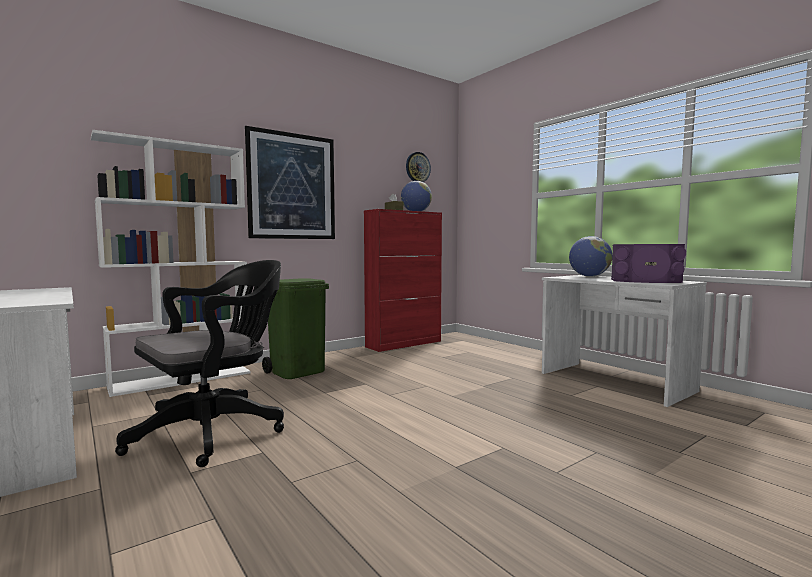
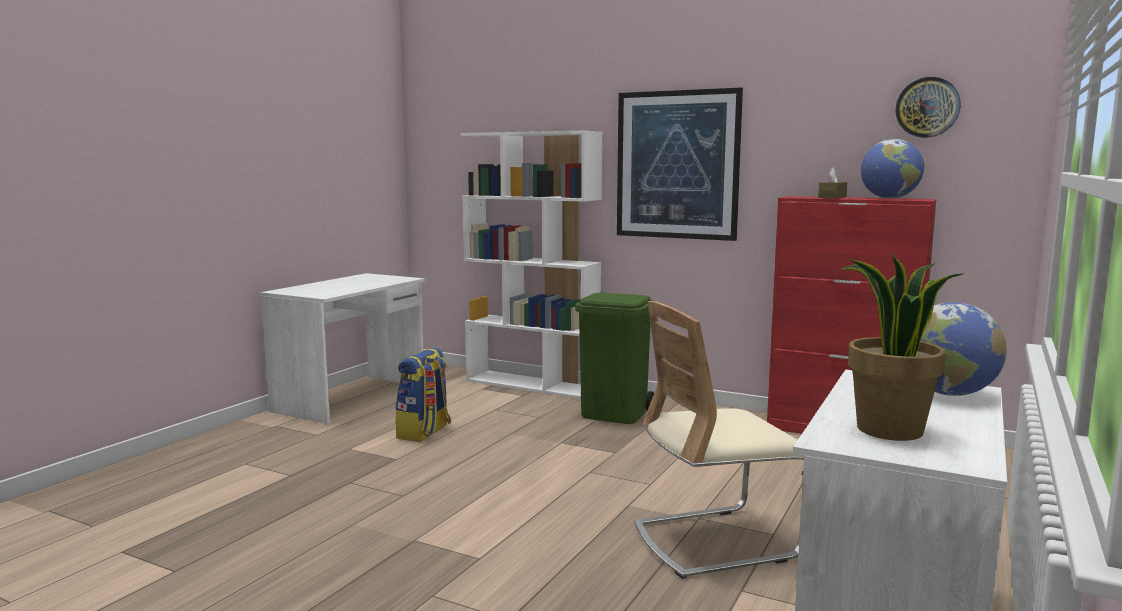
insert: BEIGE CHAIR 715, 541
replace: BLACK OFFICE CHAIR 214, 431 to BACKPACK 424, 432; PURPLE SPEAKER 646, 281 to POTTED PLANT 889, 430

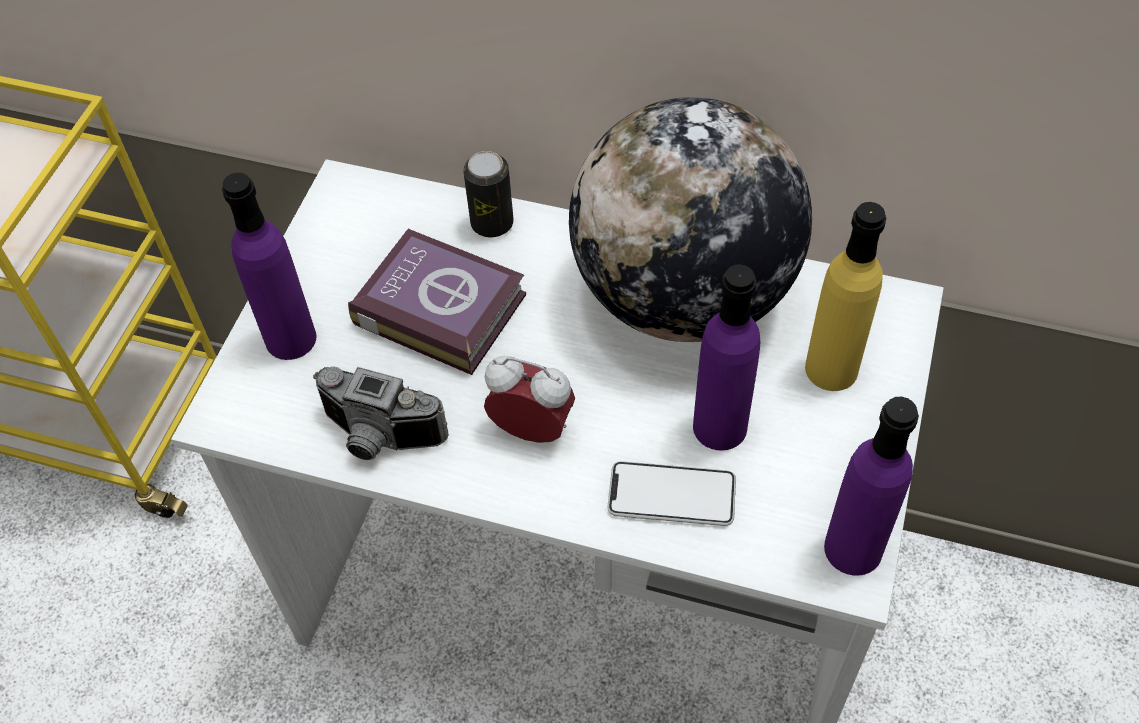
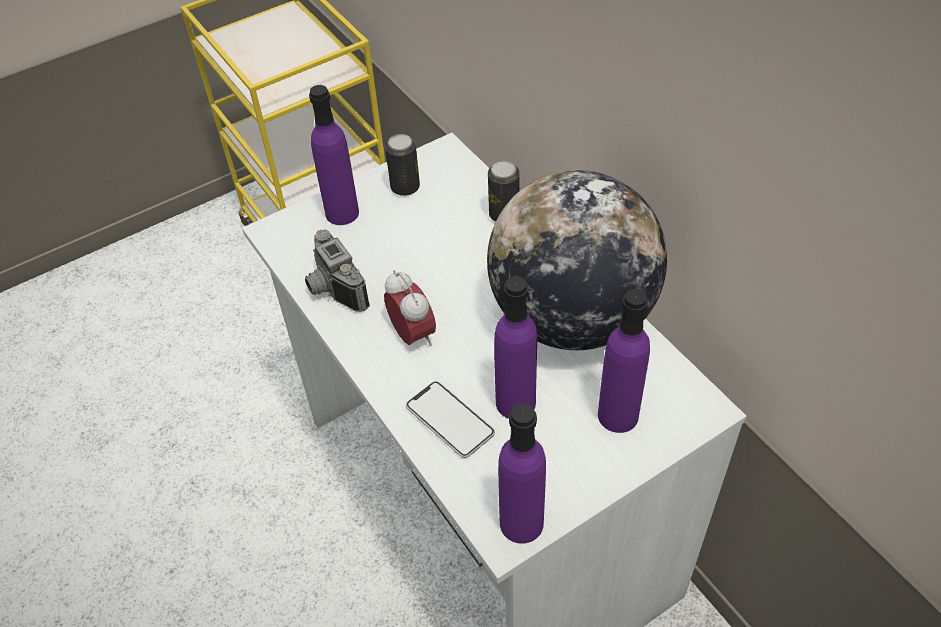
delete: BOOK 438, 306
insert: CAN 405, 187
recolor: YELLOW BOTTLE 831, 369 to PURPLE BOTTLE 618, 415

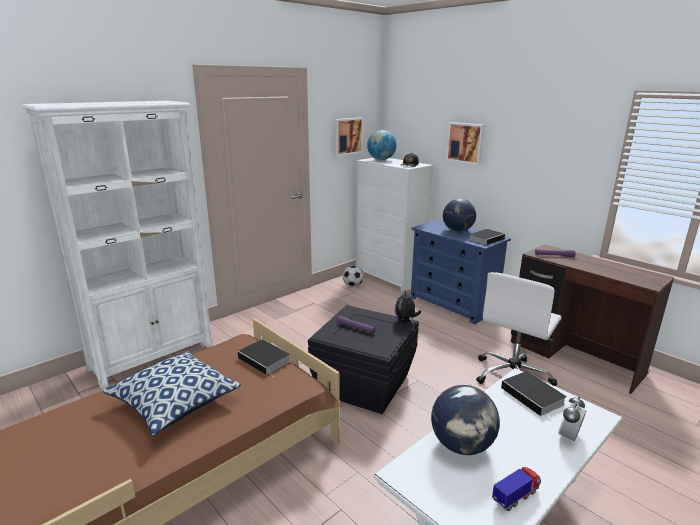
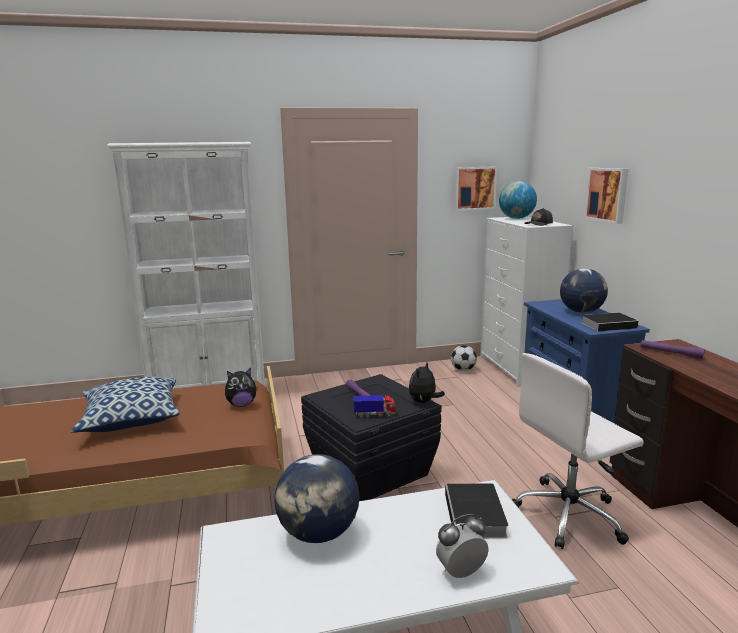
move: TOY TRUCK 515, 496 to 374, 415
replace: BOOK 265, 360 to PLUSH TOY 241, 404

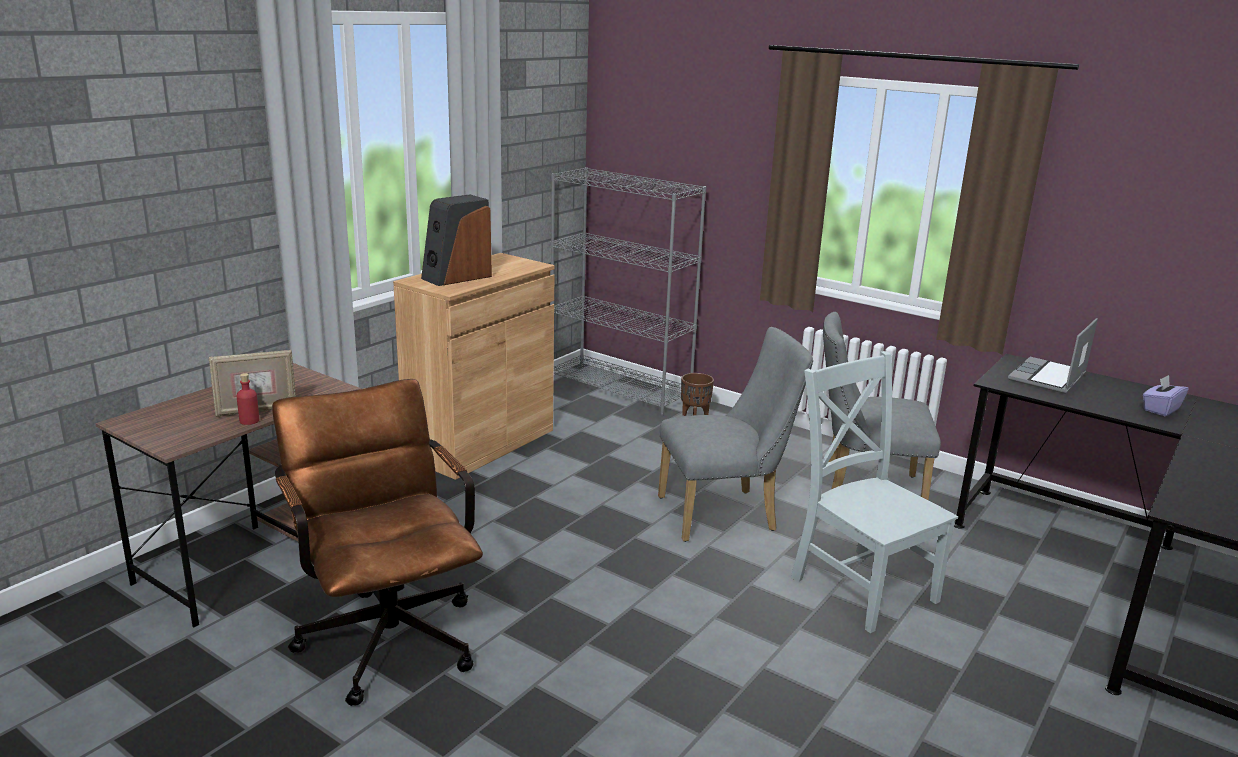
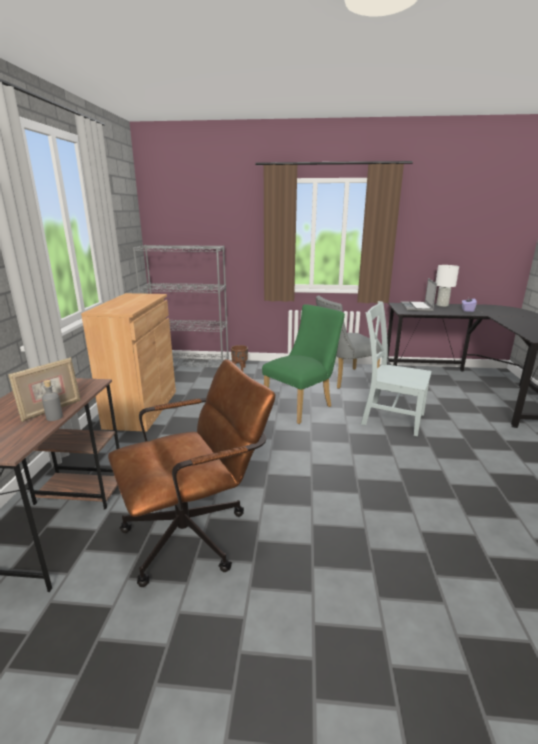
delete: SPEAKER 456, 277
insert: WHITE TABLE LAMP 441, 305
recolor: RED BOTTLE 249, 421 to GREY BOTTLE 54, 417; GREY CHAIR 725, 514 to GREEN CHAIR 302, 406
rotate: BROWN OFFICE CHAIR 386, 632 = 196, 532 120 degrees clockwise

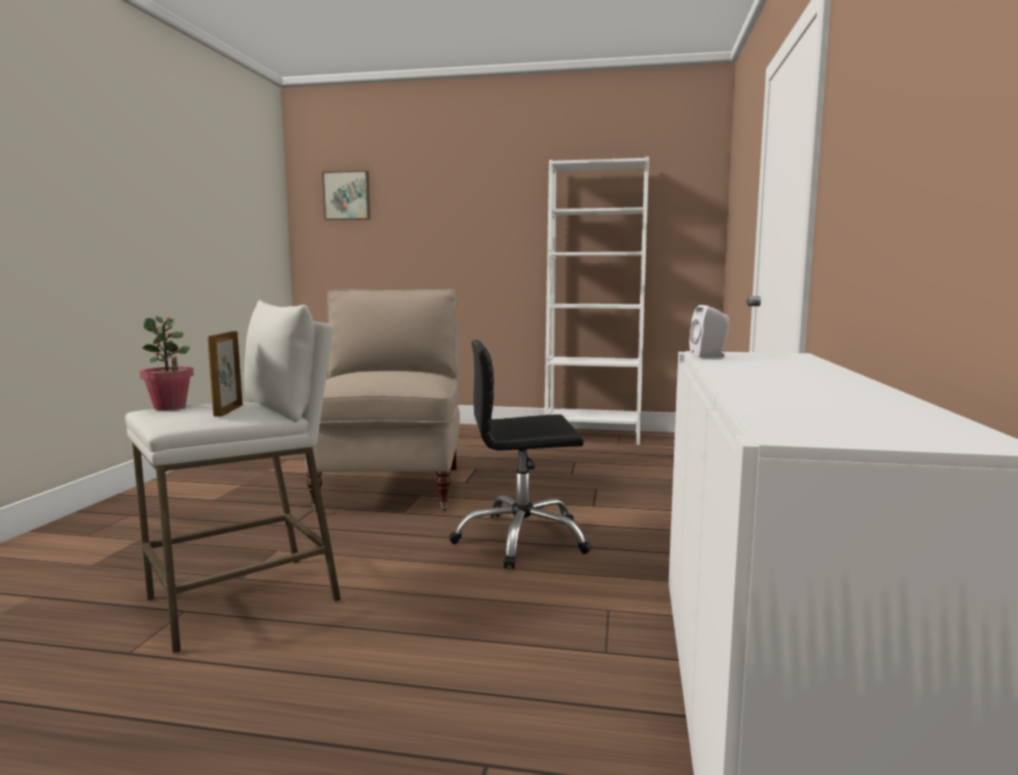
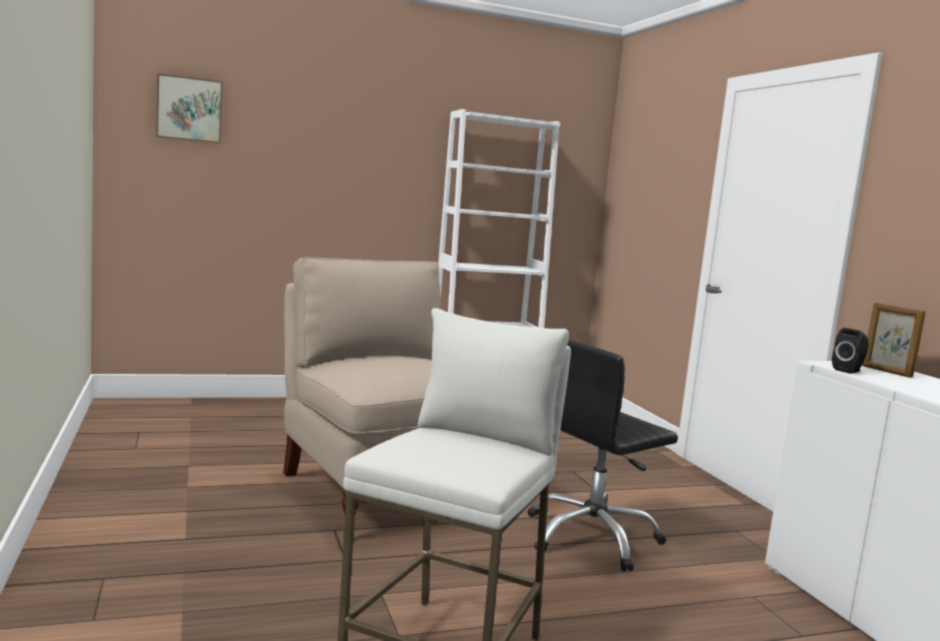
delete: POTTED PLANT 170, 407
move: PICTURE FRAME 228, 411 to 886, 371
recolor: WHITE SPEAKER 710, 356 to BLACK SPEAKER 849, 371

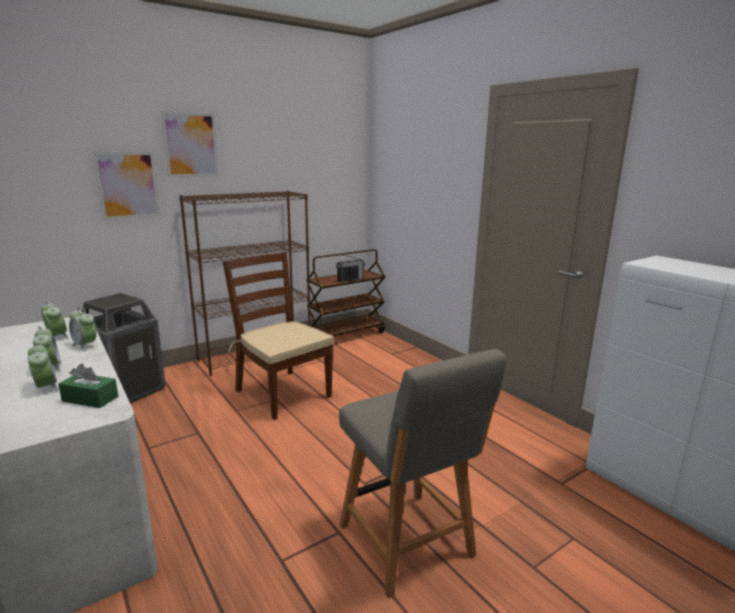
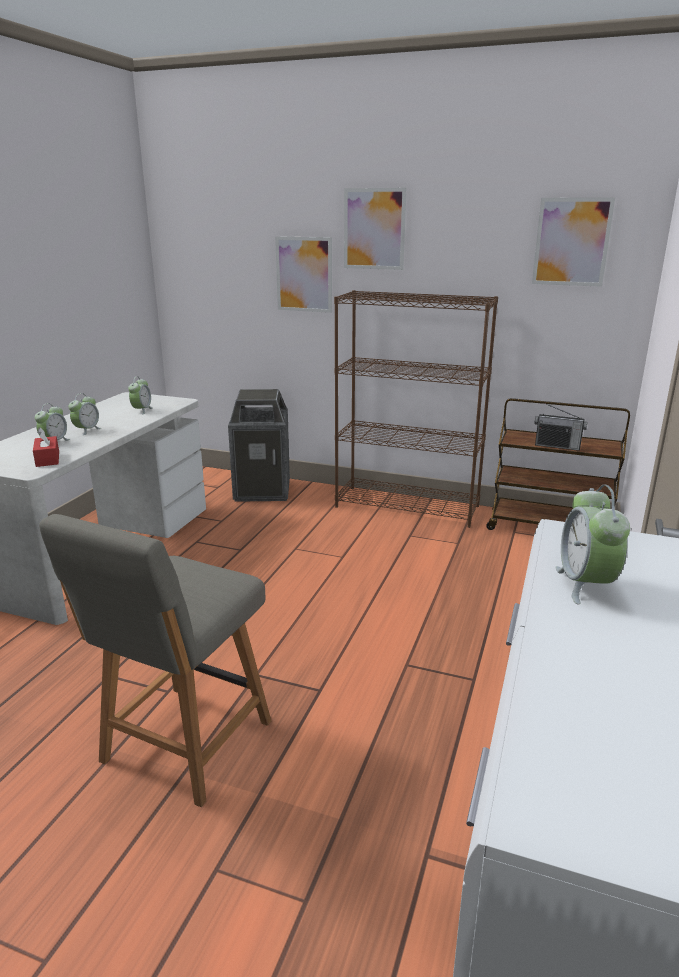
delete: BROWN CHAIR 282, 393
insert: PICTURE 571, 242
move: ALARM CLOCK 85, 345 to 585, 584
recolor: GREEN TISSUE BOX 90, 399 to RED TISSUE BOX 47, 459

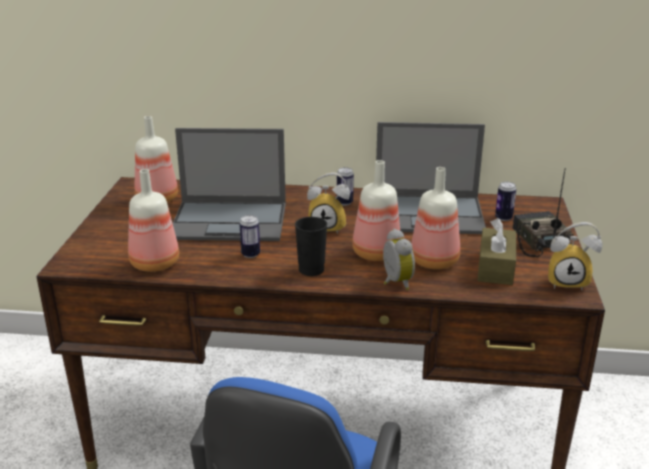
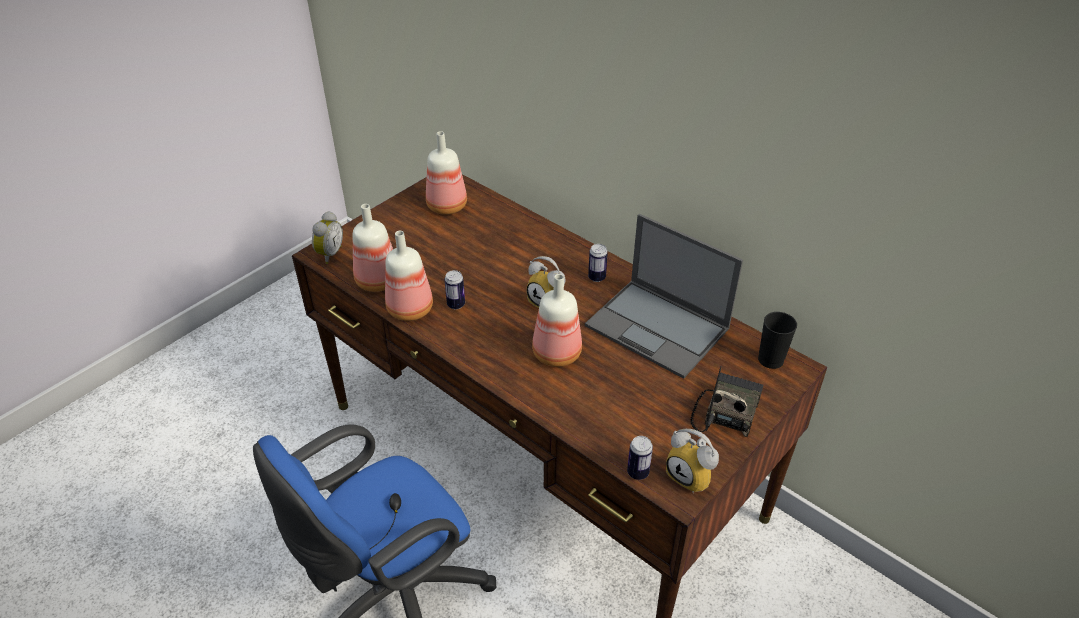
delete: LAPTOP 230, 221; BROWN TISSUE BOX 495, 267
move: ALARM CLOCK 395, 282 to 329, 254; BOTTLE 435, 261 to 411, 309; CAN 503, 218 to 638, 472; BLACK CUP 311, 270 to 770, 360

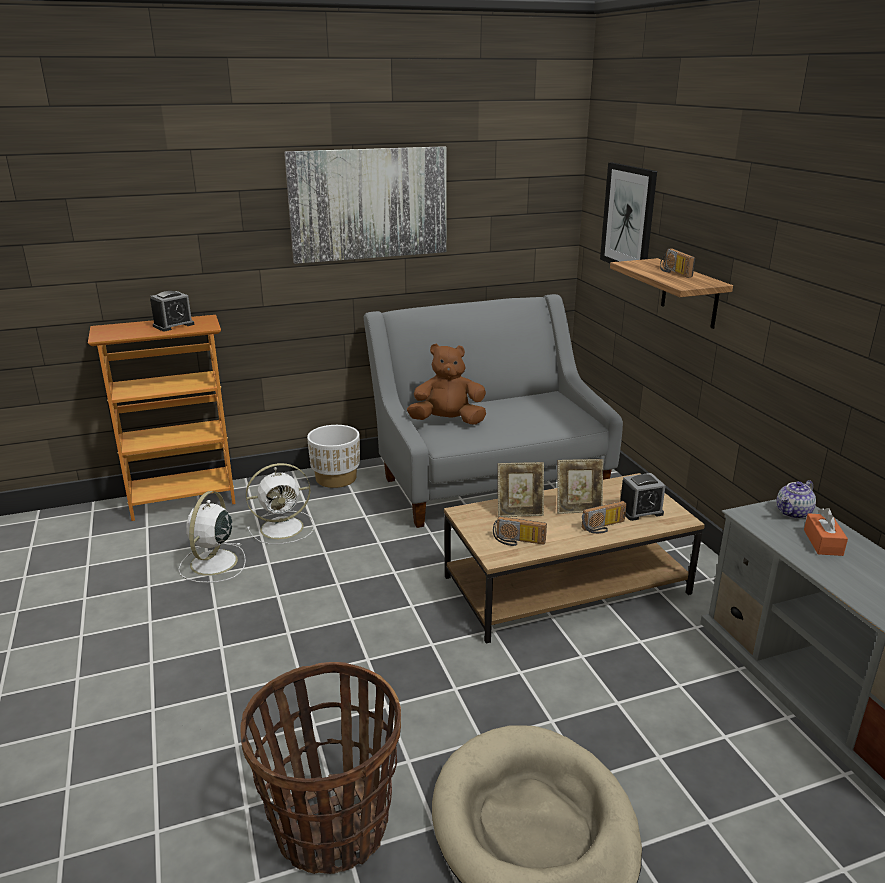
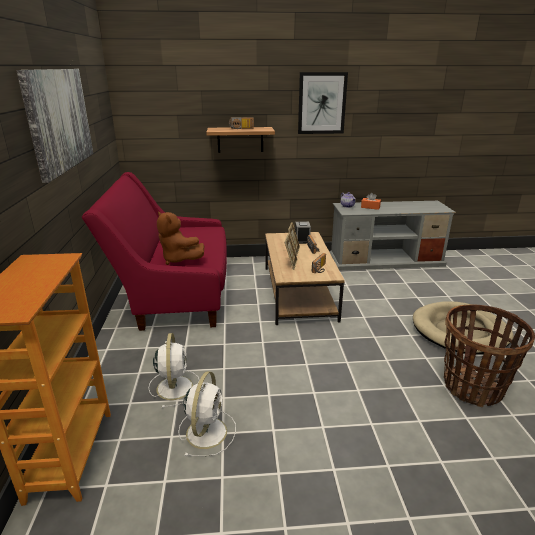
delete: ALARM CLOCK 173, 325; WHITE PLANTER 336, 478
move: PICTURE 628, 218 to 322, 103
recolor: GREY SOFA 489, 479 to RED SOFA 175, 293
rotate: BROWN PLUSH TOY 448, 421 = 179, 259 60 degrees counterclockwise; WHITE FAN 213, 564 = 207, 431 105 degrees counterclockwise

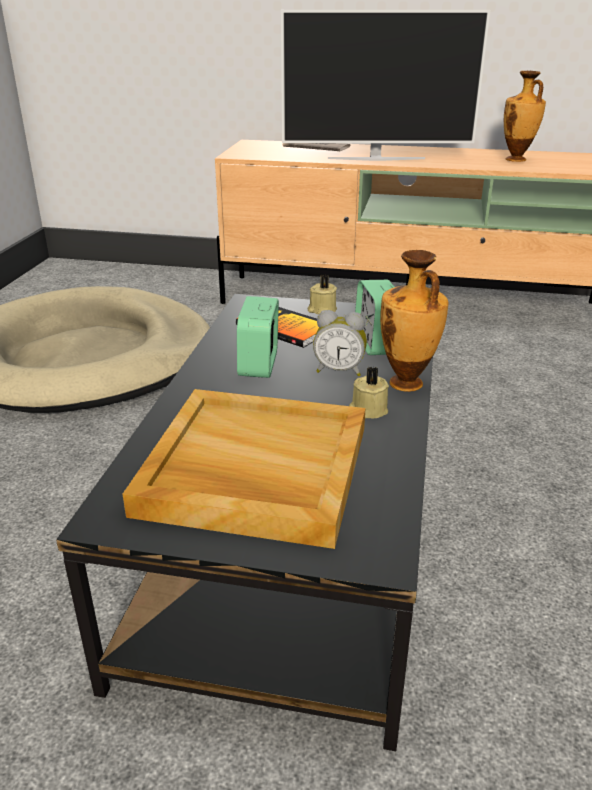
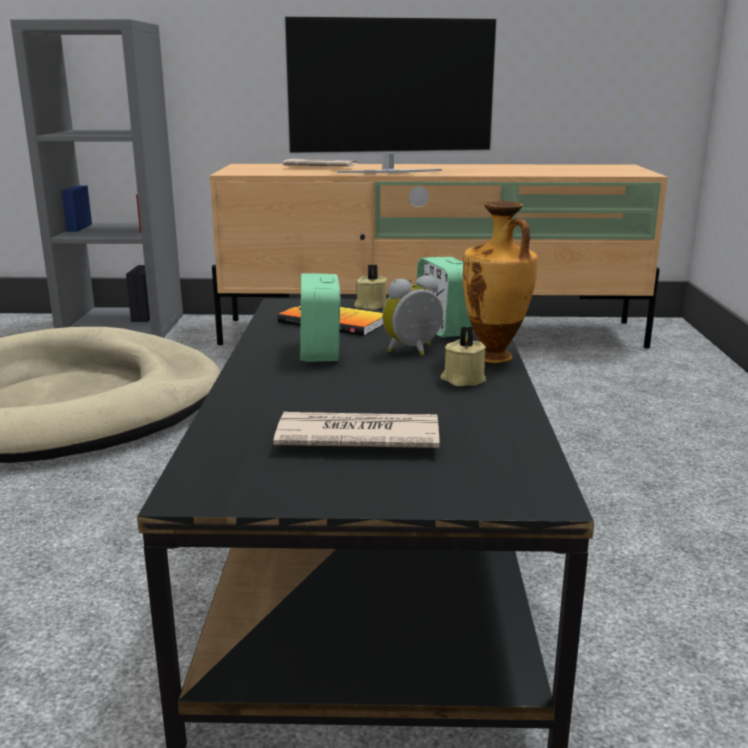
delete: VASE 516, 160
insert: GREY BOOKCASE 124, 326
replace: BEIGE TRAY 253, 470 to NEWSPAPER 355, 437
rotate: ALARM CLOCK 339, 370 = 414, 351 150 degrees clockwise

